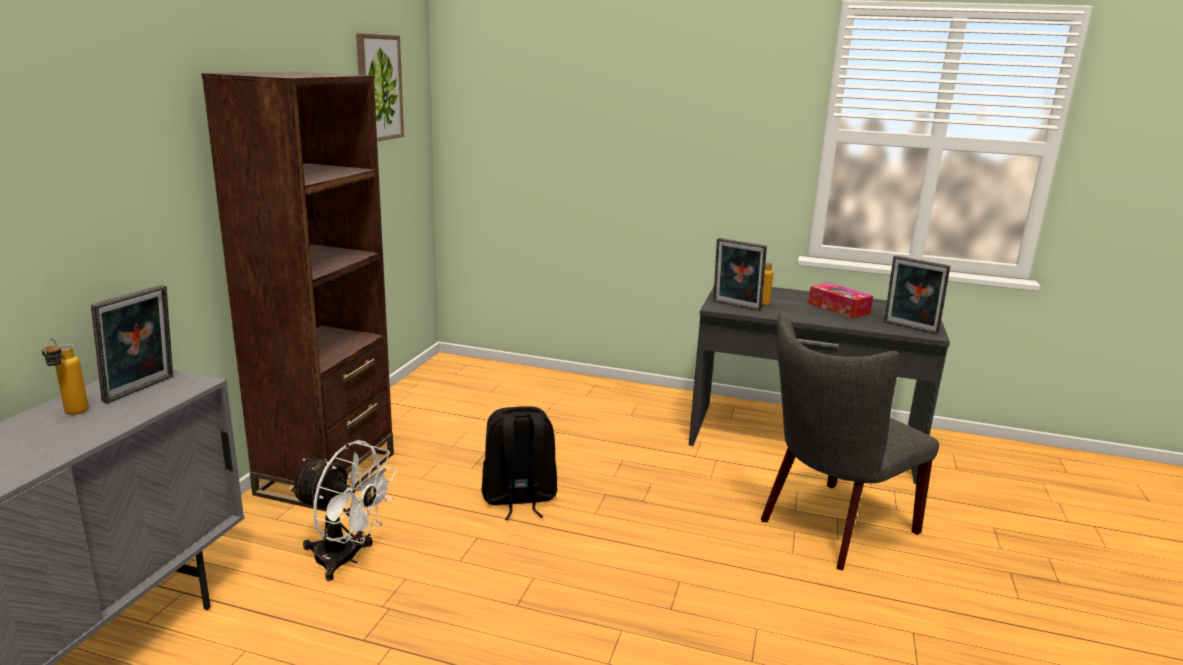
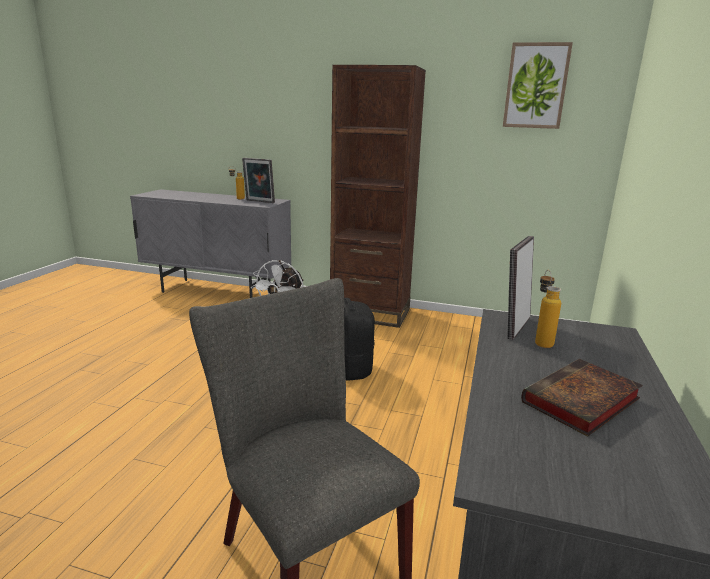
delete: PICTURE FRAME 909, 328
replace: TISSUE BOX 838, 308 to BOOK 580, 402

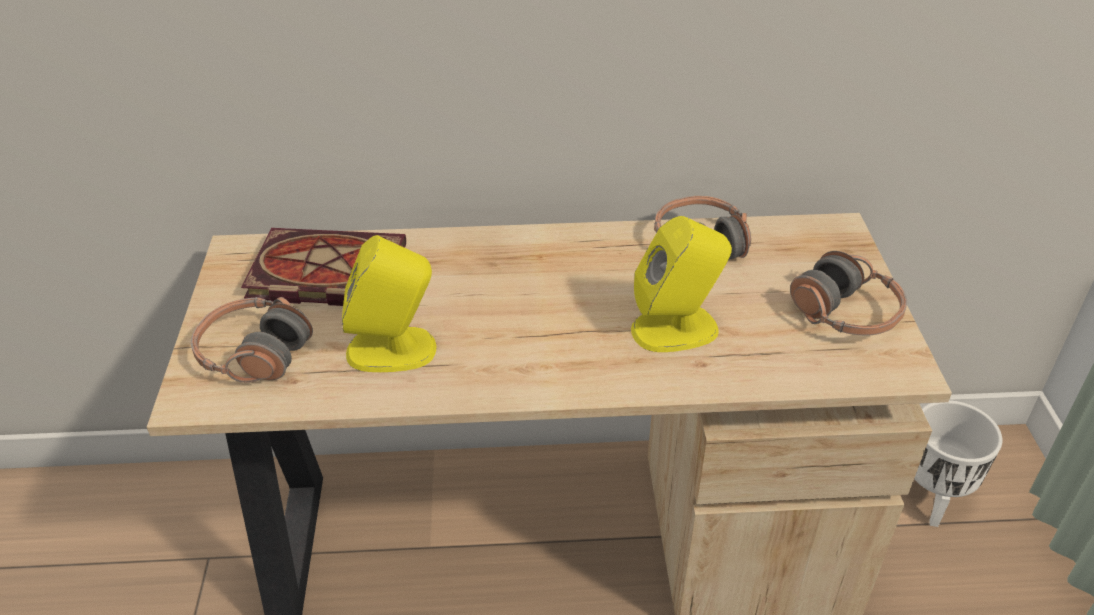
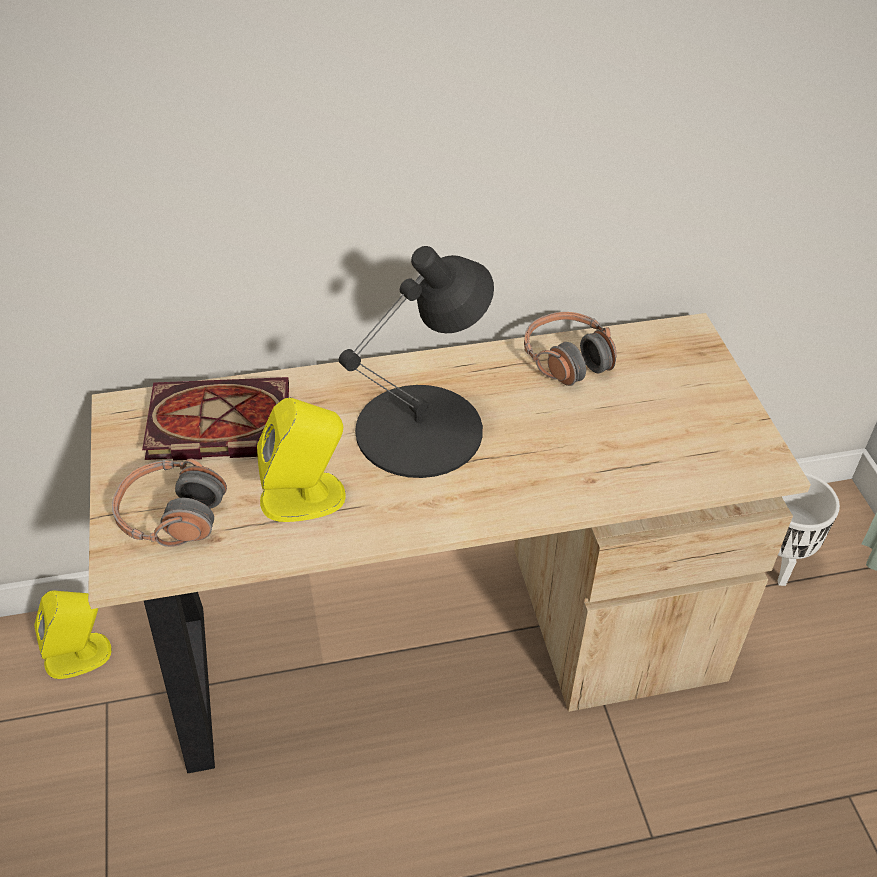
delete: HEADPHONES 845, 313
insert: BLACK TABLE LAMP 421, 430
move: YELLOW SPEAKER 676, 329 to 79, 655

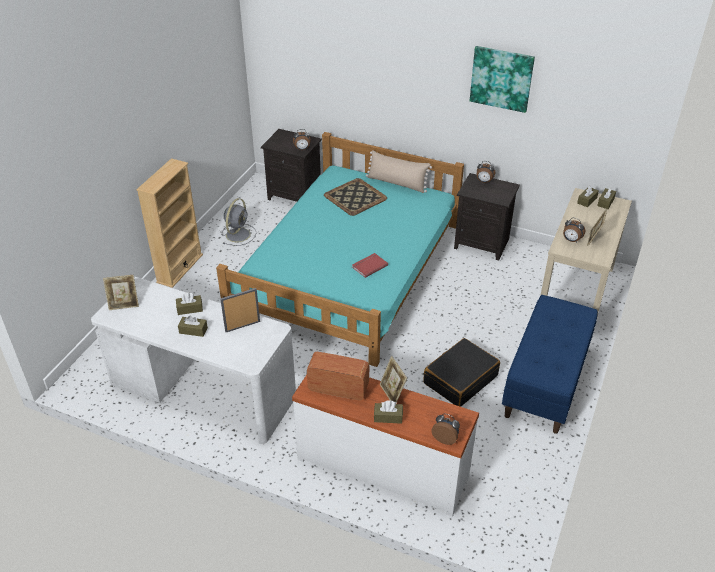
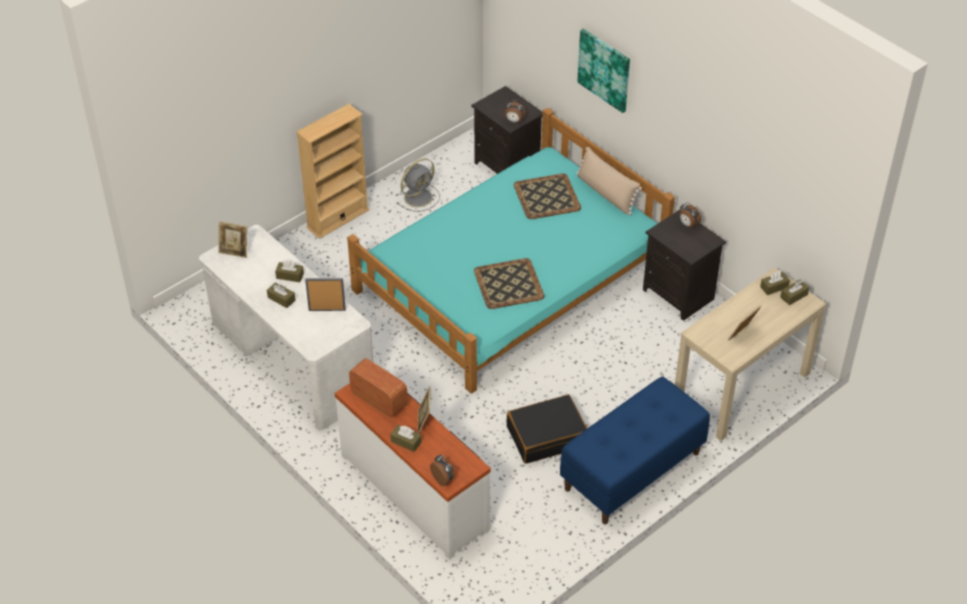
delete: ALARM CLOCK 571, 240
move: PICTURE 501, 78 to 605, 69
replace: RED BOOK 369, 266 to TRAY 508, 283

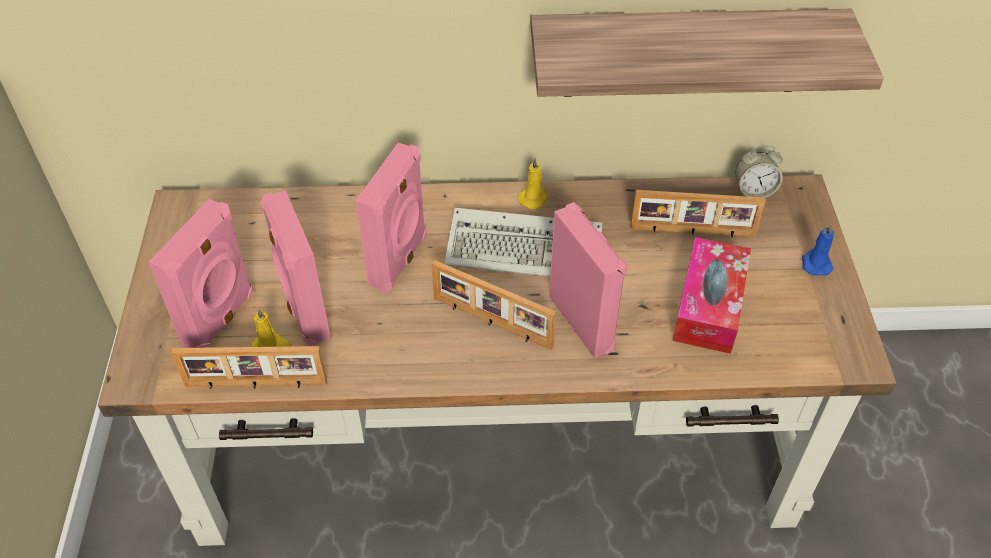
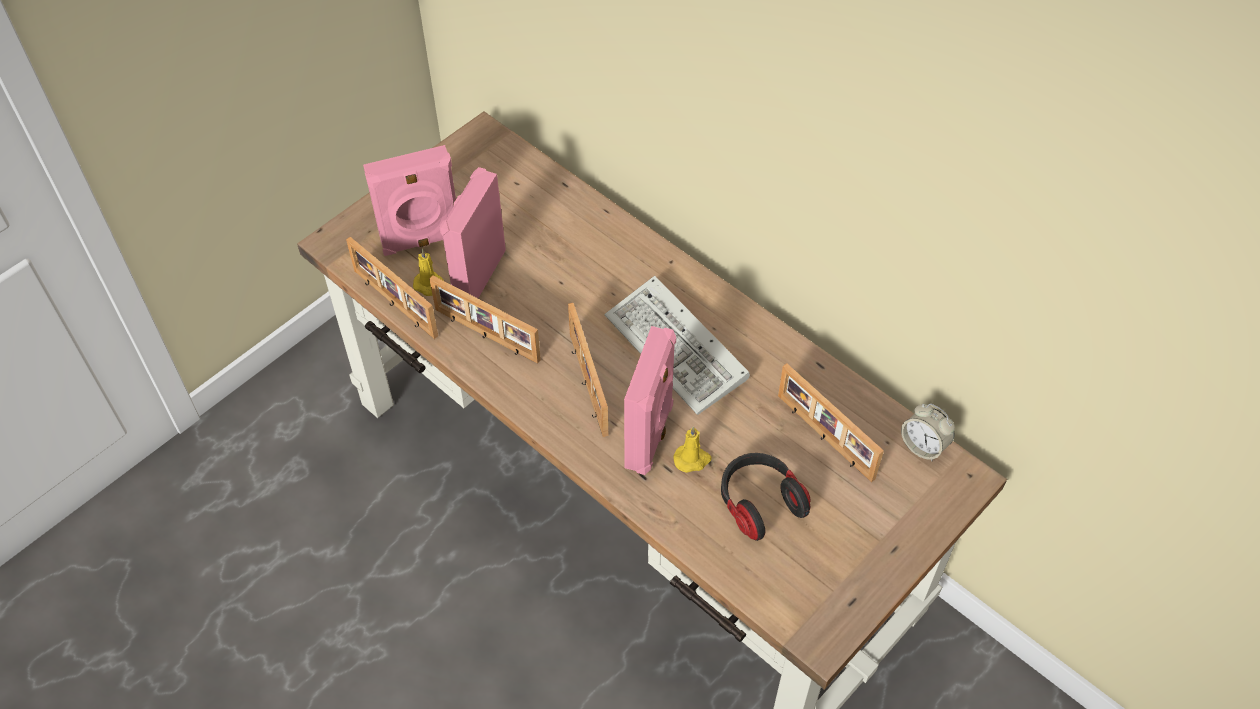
delete: PINK SPEAKER 400, 261; SHELF 684, 53; BLUE CANDLE 815, 263
insert: PICTURE FRAME 486, 336
move: YELLOW CANDLE 534, 198 to 692, 459
replace: TISSUE BOX 709, 305 to HEADPHONES 759, 502

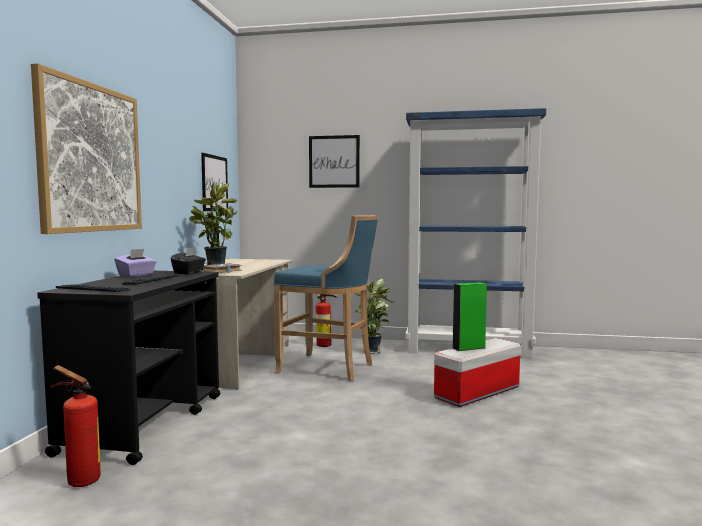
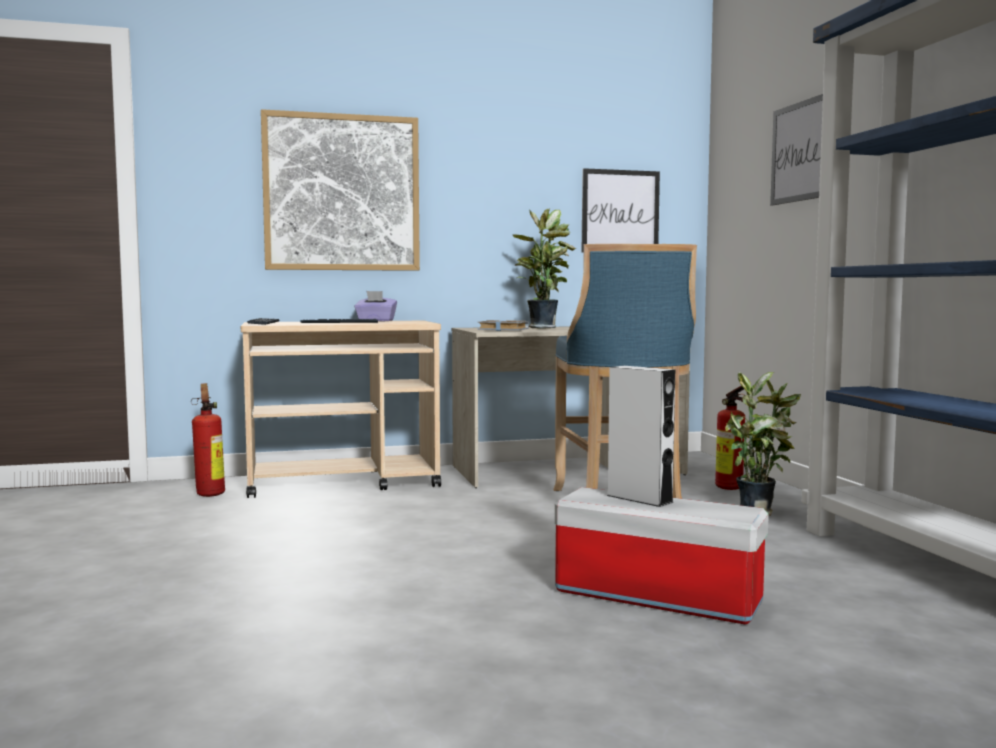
delete: BLACK TISSUE BOX 189, 272
recolor: BLACK CART 146, 422 to BEIGE CART 344, 482; GREEN SPEAKER 469, 348 to GREY SPEAKER 639, 498

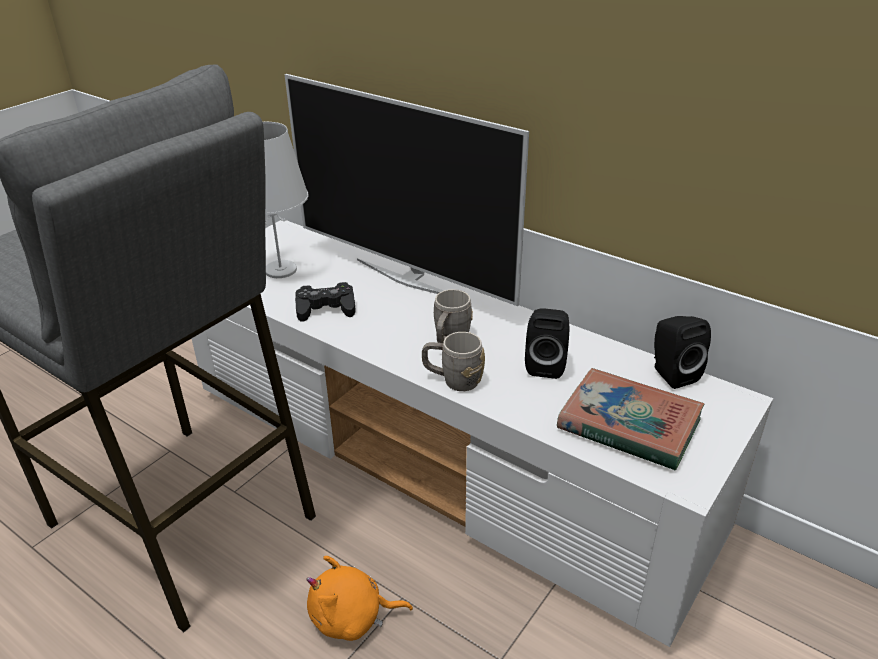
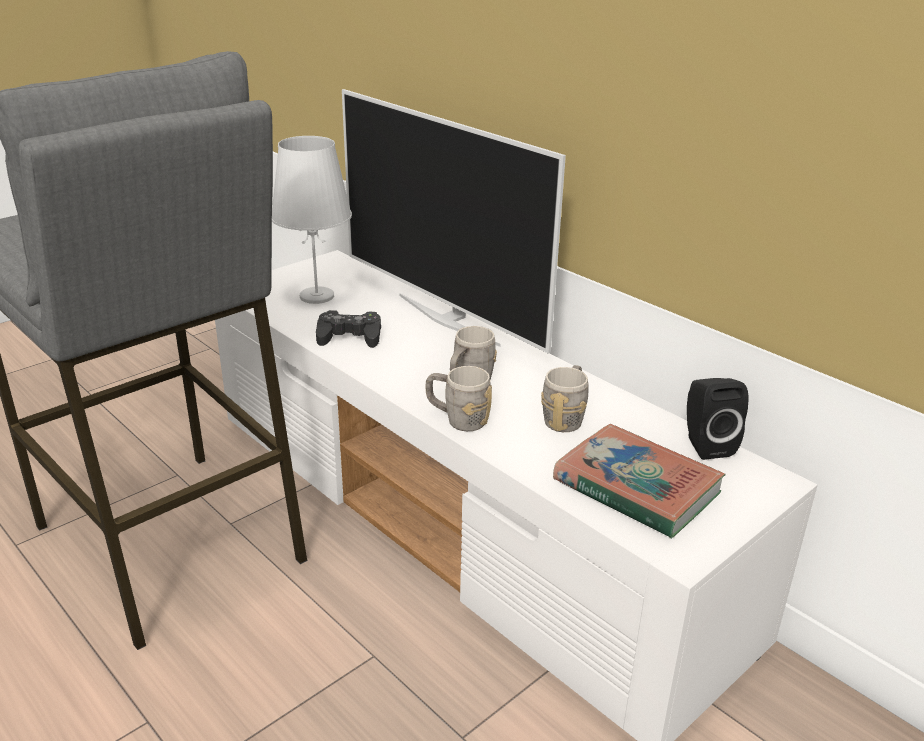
delete: ORANGE PLUSH TOY 352, 617
replace: BLACK SPEAKER 546, 364 to GREY MUG 565, 417

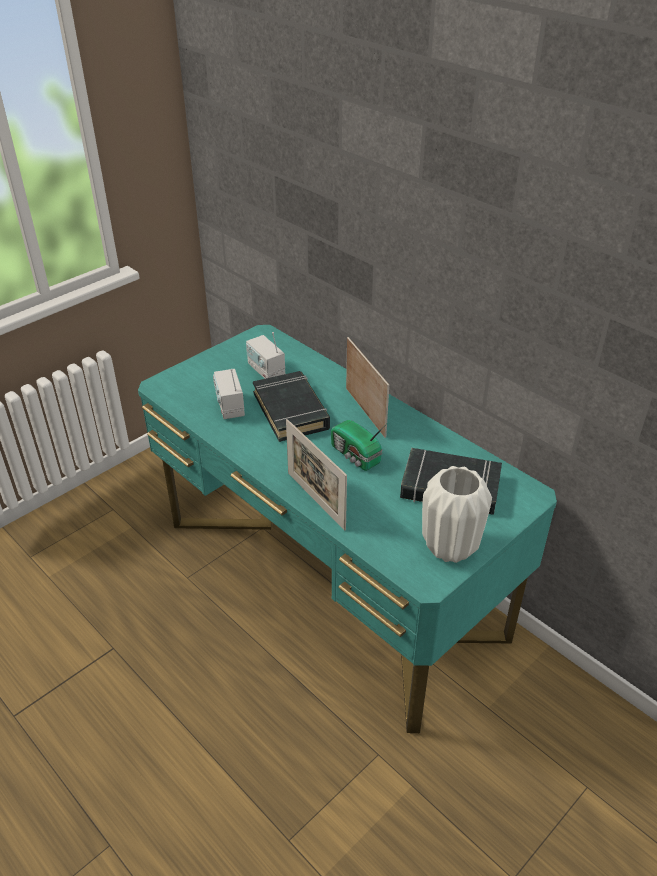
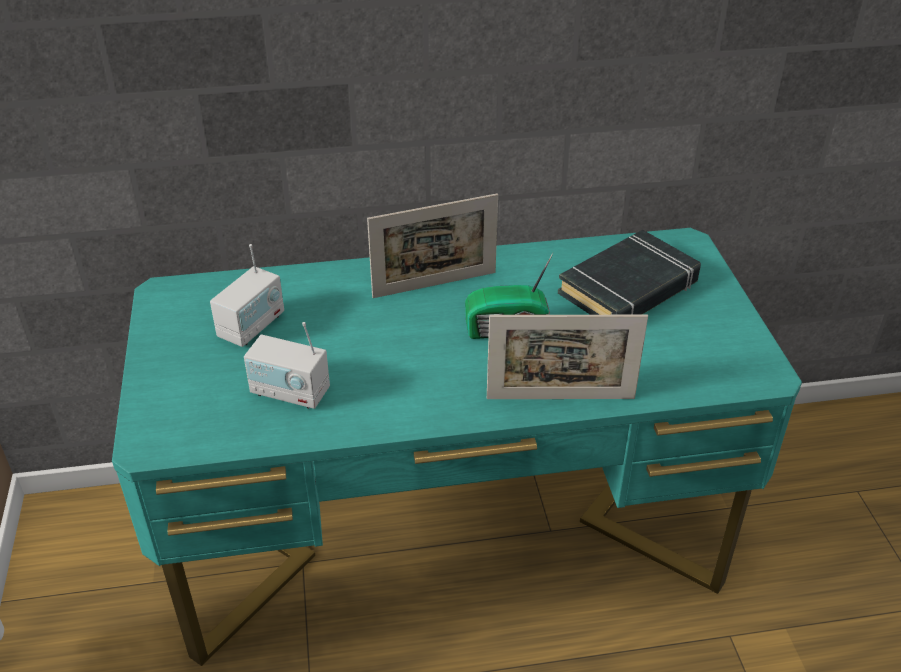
delete: BLACK BOOK 291, 411; WHITE VASE 450, 548
rotate: RADIO 266, 371 = 252, 326 60 degrees counterclockwise; PICTURE FRAME 365, 412 = 434, 285 150 degrees clockwise

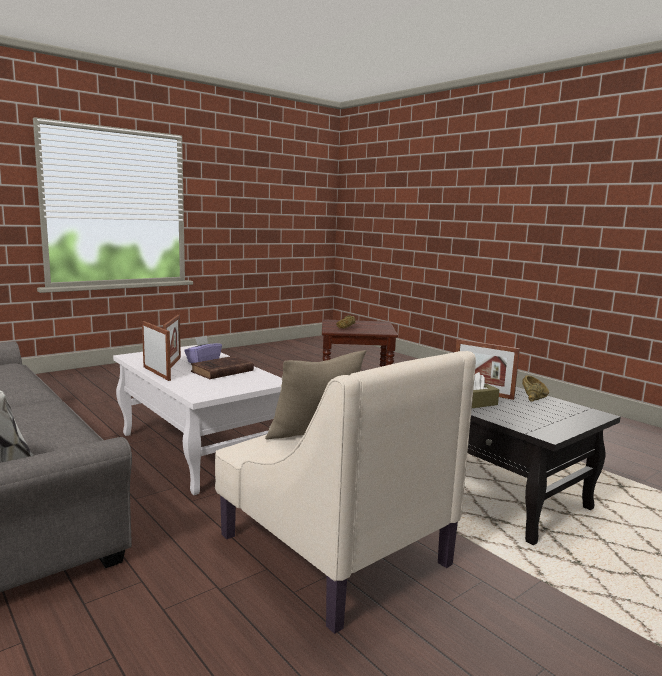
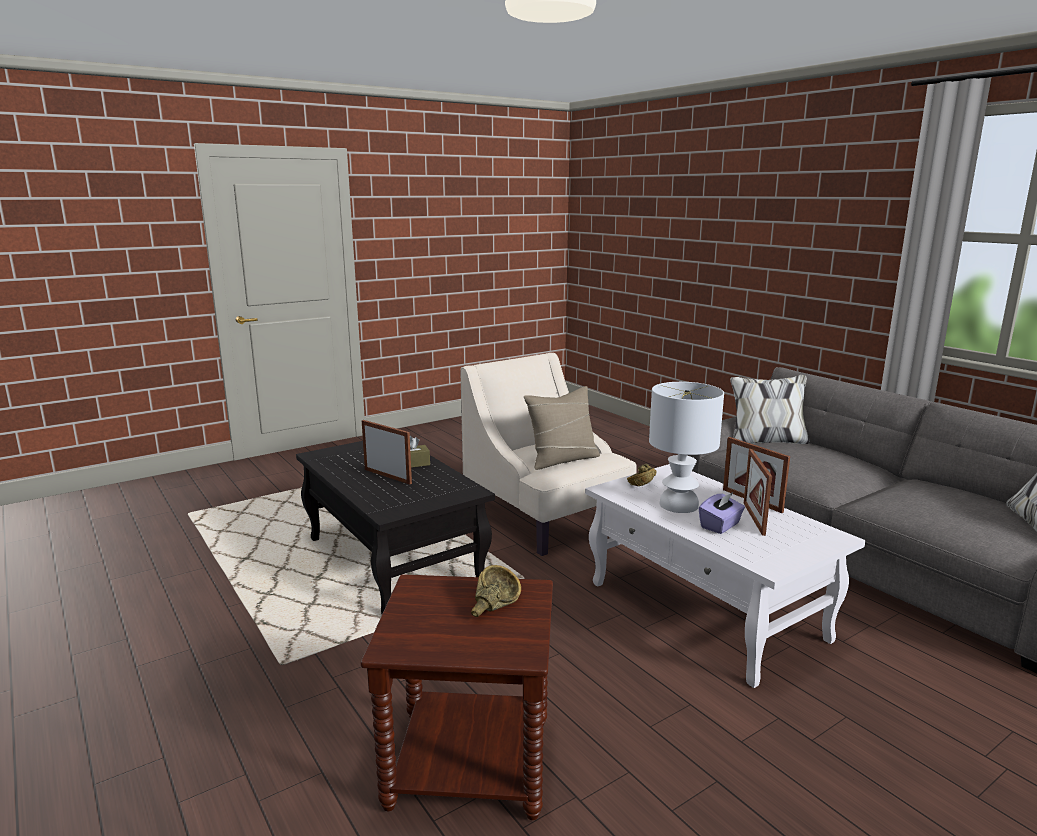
move: BROWN BOWL 534, 398 to 642, 482
replace: BROWN BOOK 221, 371 to WHITE TABLE LAMP 680, 505

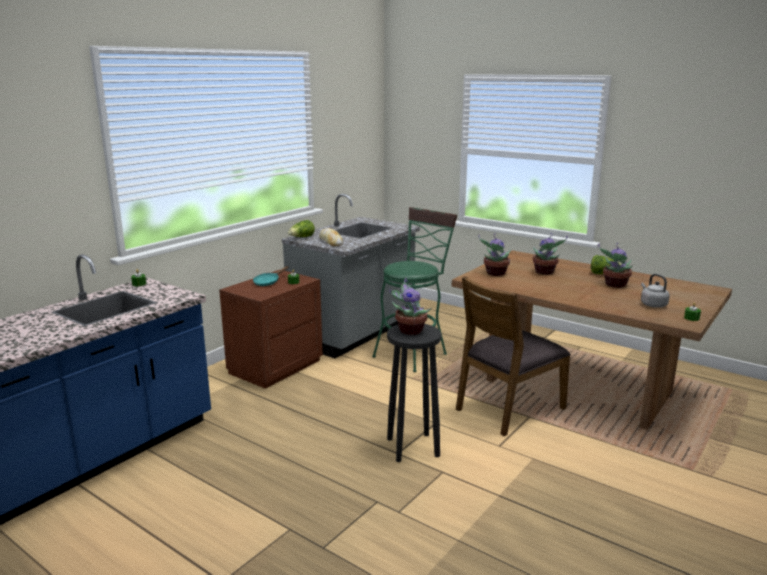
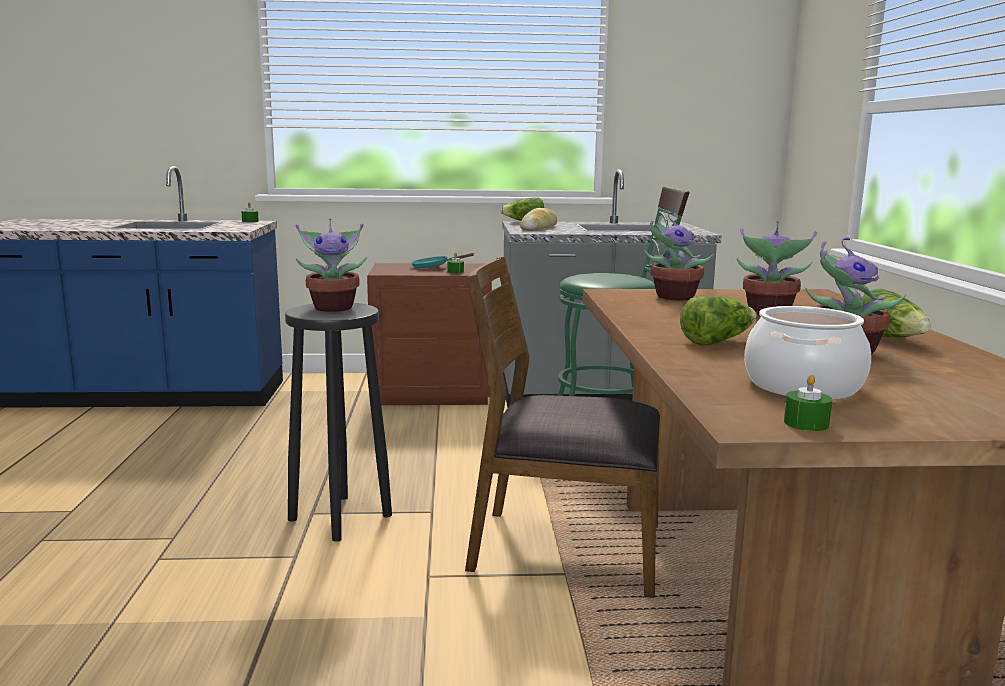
insert: LETTUCE 716, 341
replace: GREY KETTLE 652, 304 to COOKING POT 802, 386

